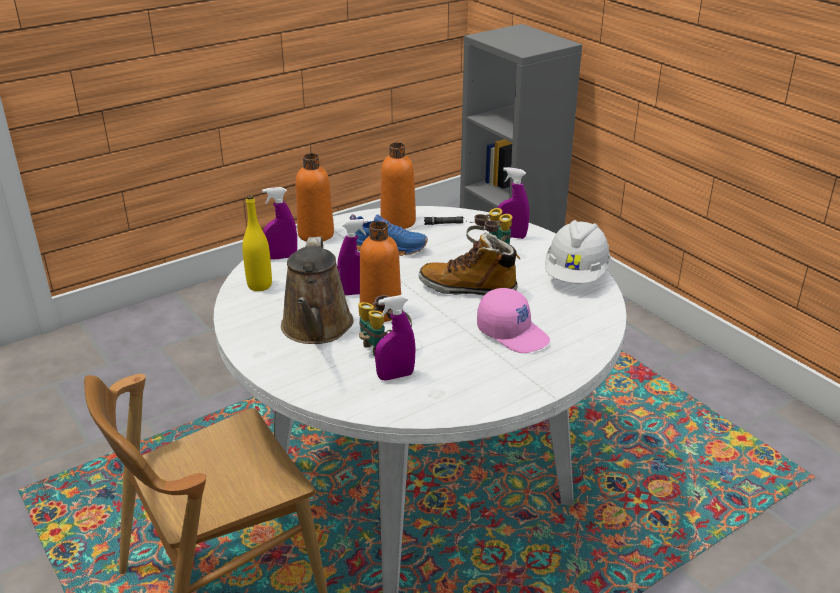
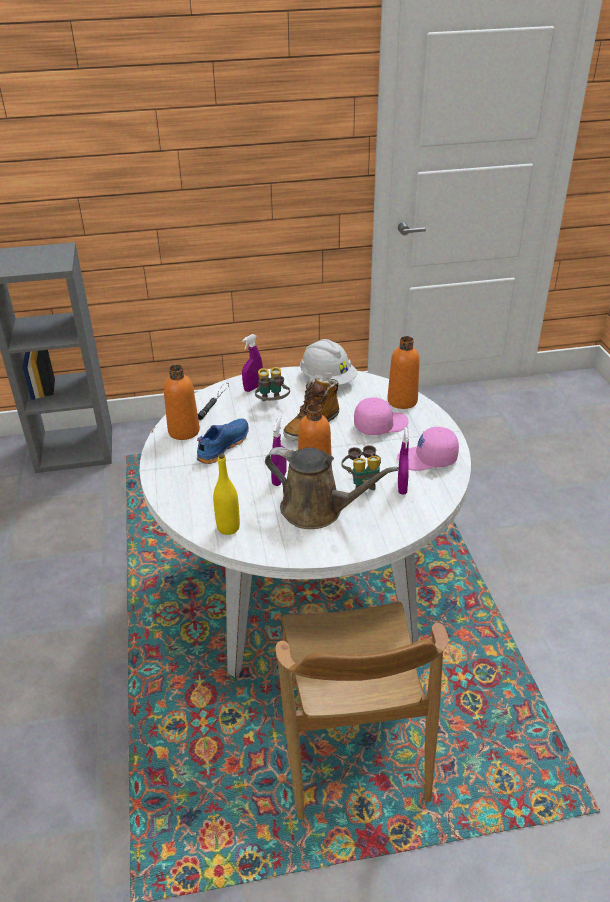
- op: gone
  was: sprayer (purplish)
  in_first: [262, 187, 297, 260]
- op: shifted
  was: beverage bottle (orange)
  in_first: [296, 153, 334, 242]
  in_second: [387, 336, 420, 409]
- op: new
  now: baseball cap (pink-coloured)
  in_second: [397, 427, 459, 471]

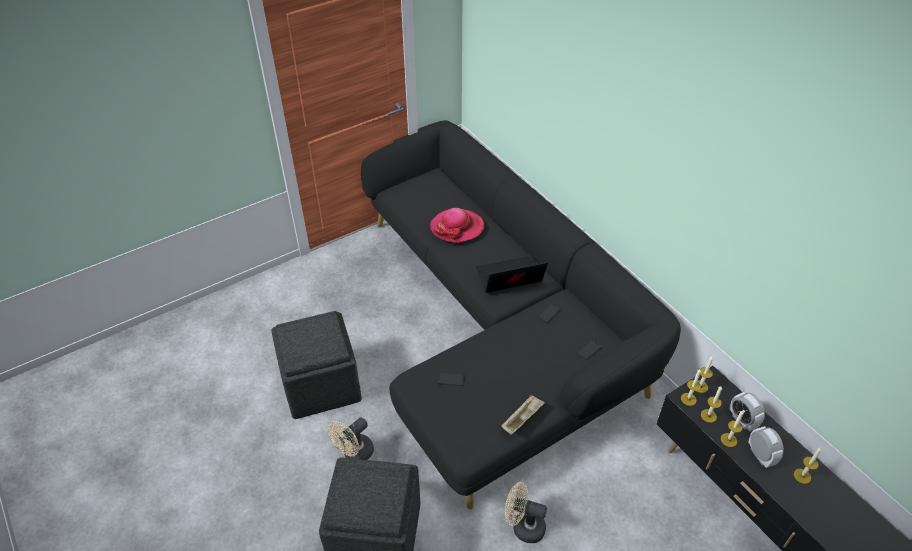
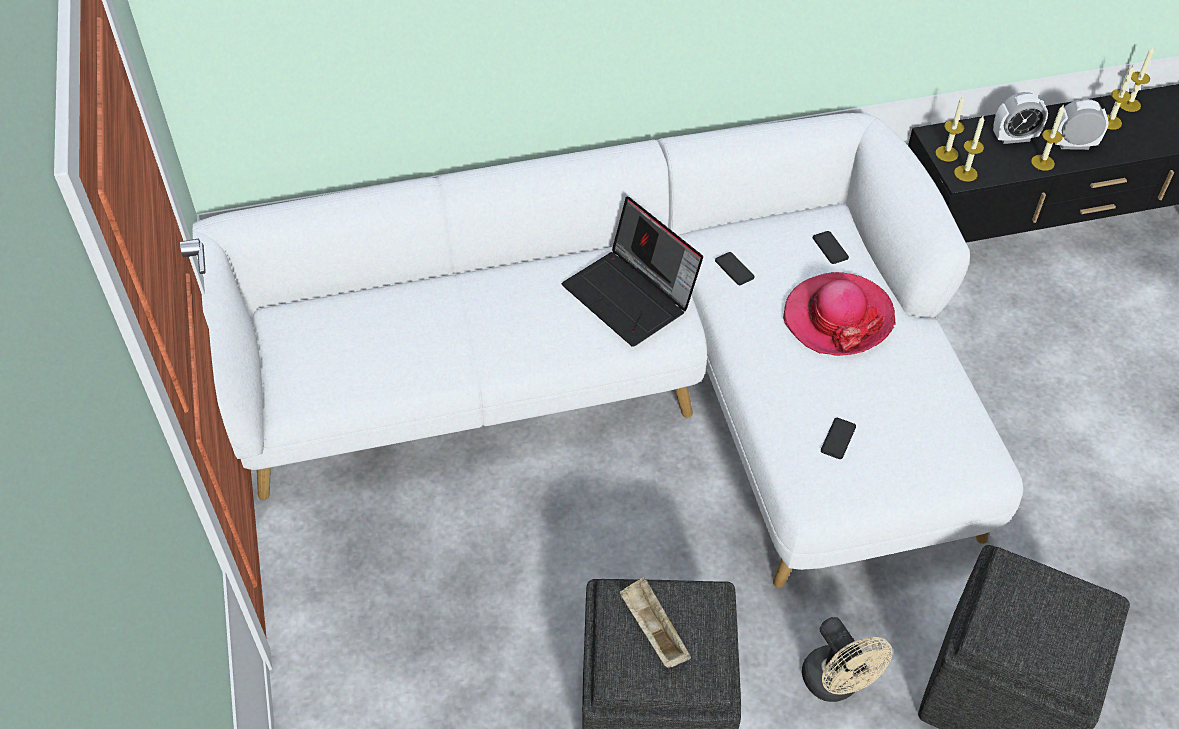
- op: repainted
  was: couch (black-coloured)
  now: couch (white-coloured)
  in_first: [361, 120, 681, 509]
  in_second: [193, 113, 1023, 588]
- op: shifted
  was: wearable hat
  in_first: [430, 208, 484, 243]
  in_second: [783, 272, 896, 356]
- op: rotated
  was: portable computer
  in_first: [475, 256, 548, 293]
  in_second: [562, 196, 703, 347]
  clockwise: -45
- op: shifted
  was: carrying tray (sand-coloured)
  in_first: [501, 395, 545, 435]
  in_second: [620, 577, 691, 668]
- op: gone
  was: fan (sand-coloured)
  in_first: [505, 482, 547, 543]
- op: shifted
  was: candle
  in_first: [701, 386, 722, 423]
  in_second: [1120, 47, 1154, 112]

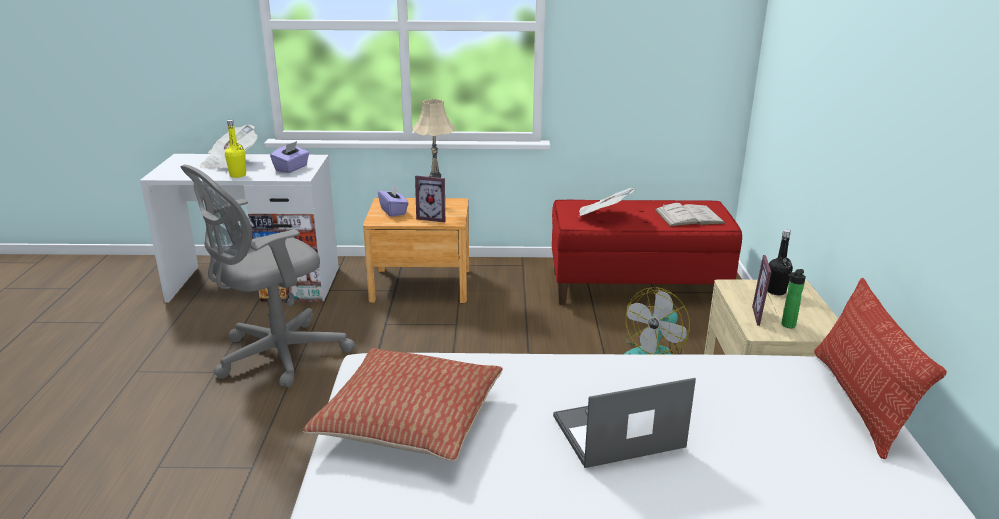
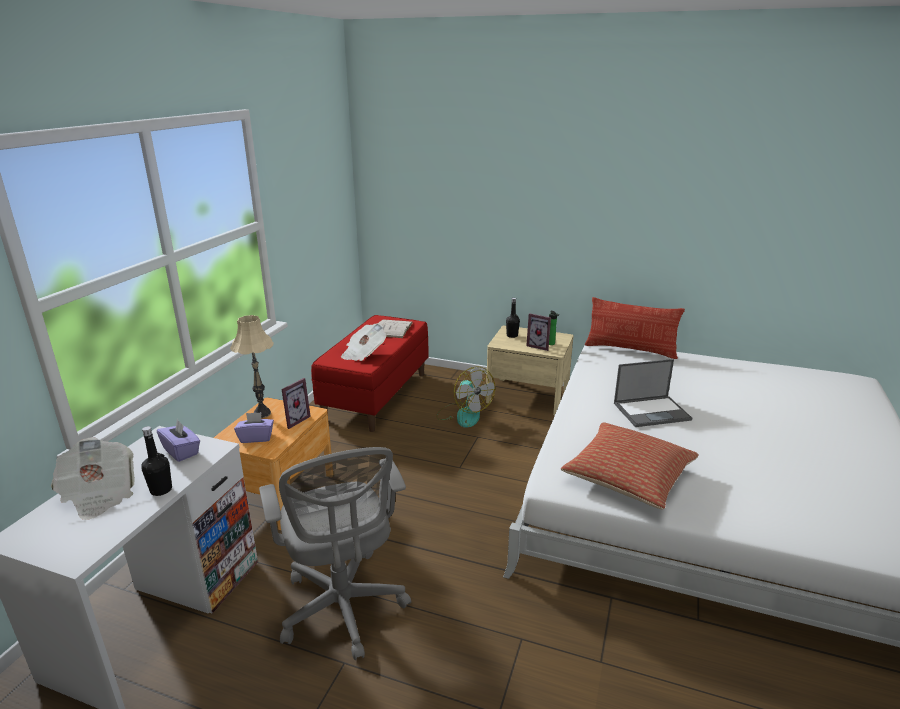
- op: repainted
  was: beverage bottle (yellow-coloured)
  now: beverage bottle (black-coloured)
  in_first: [225, 120, 246, 178]
  in_second: [142, 426, 172, 496]
- op: rotated
  was: portable computer
  in_first: [553, 378, 696, 468]
  in_second: [614, 359, 692, 427]
  clockwise: -105

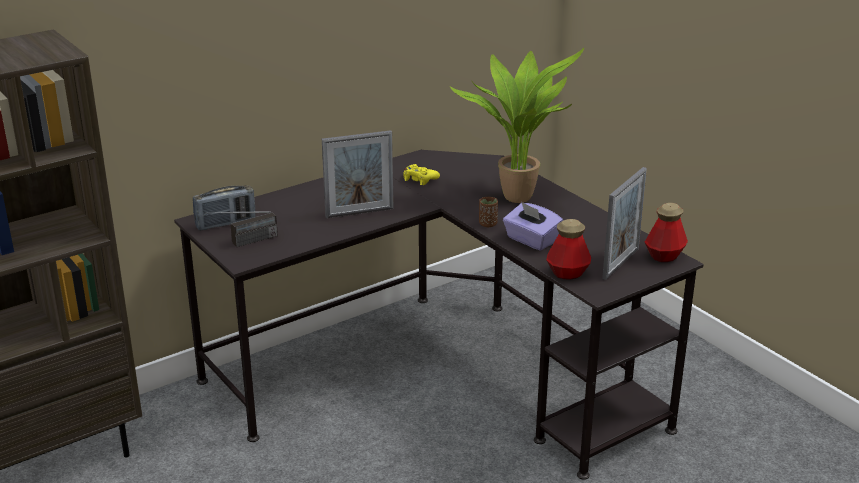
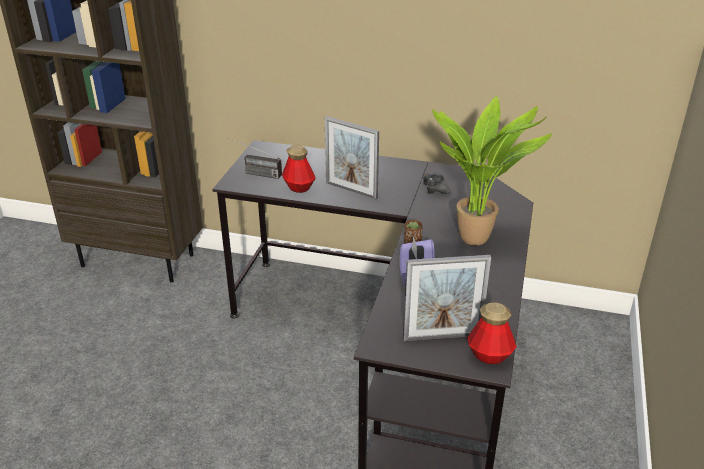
- op: gone
  was: radio receiver
  in_first: [193, 185, 255, 231]
- op: repainted
  was: joypad (yellow-coloured)
  now: joypad (black-coloured)
  in_first: [403, 164, 440, 185]
  in_second: [422, 173, 450, 194]
- op: shifted
  was: beverage bottle
  in_first: [546, 219, 591, 280]
  in_second: [282, 144, 315, 193]

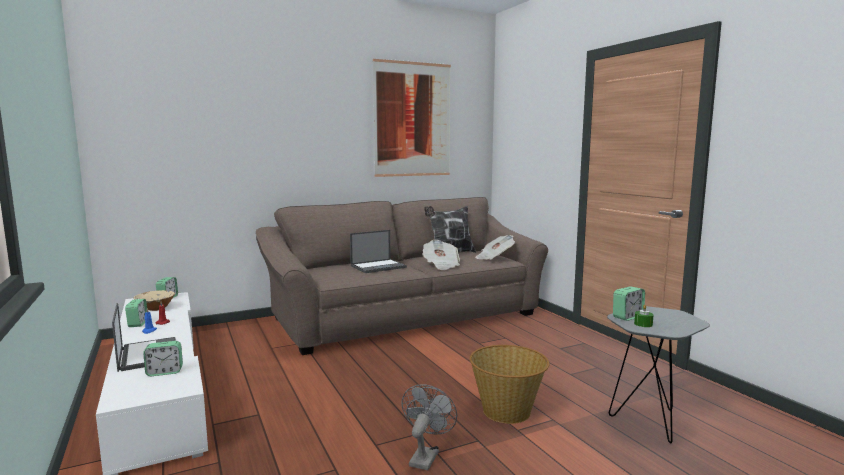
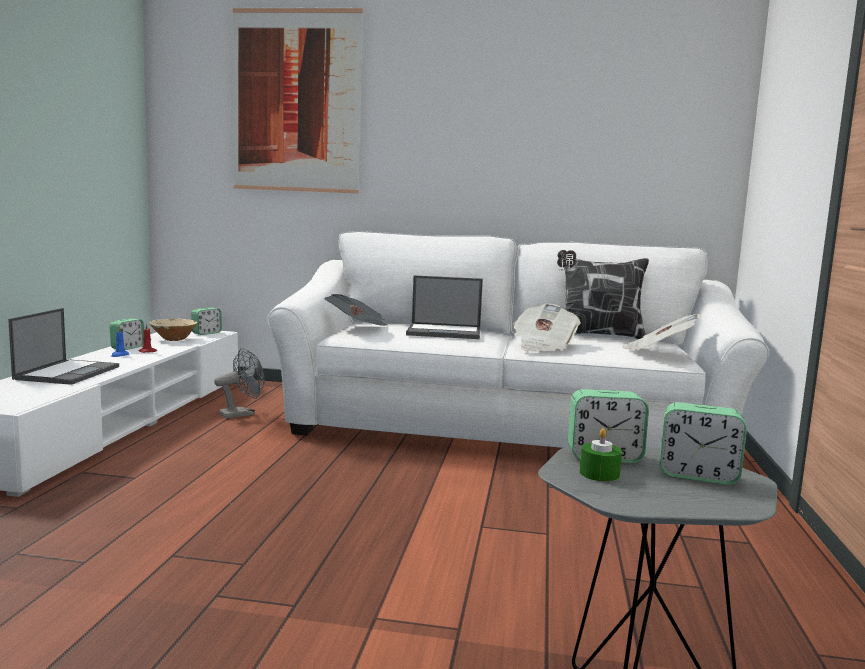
- op: shifted
  was: bedside clock
  in_first: [143, 341, 183, 376]
  in_second: [660, 402, 747, 485]
- op: repainted
  was: couch (brown)
  now: couch (white-coloured)
  in_first: [256, 197, 548, 355]
  in_second: [267, 231, 769, 448]
- op: shifted
  was: wall picture
  in_first: [373, 59, 451, 177]
  in_second: [233, 7, 363, 193]
- op: shifted
  was: fan (gray)
  in_first: [402, 384, 457, 470]
  in_second: [214, 348, 265, 418]
- op: gone
  was: storage basket
  in_first: [470, 345, 550, 424]
- op: new
  now: newspaper
  in_second: [324, 294, 387, 326]

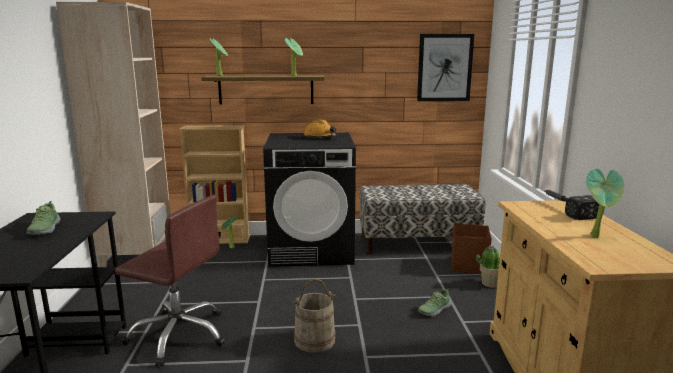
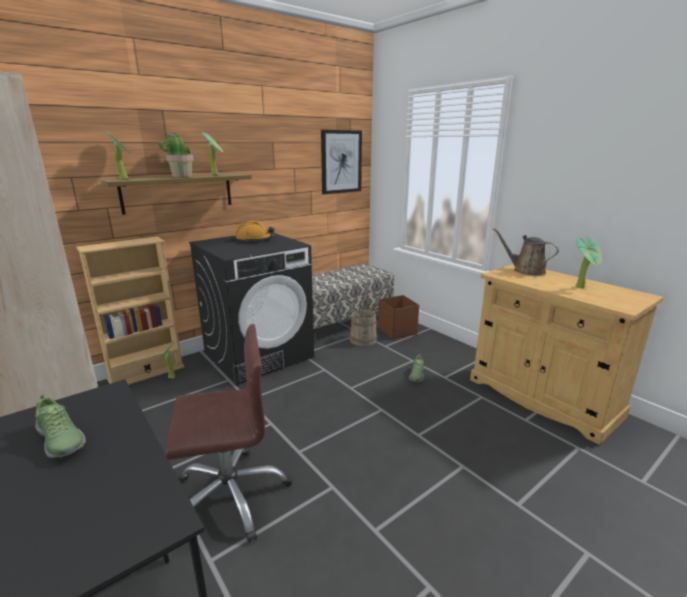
- op: shifted
  was: bucket (sand-coloured)
  in_first: [293, 279, 336, 353]
  in_second: [350, 299, 377, 346]
- op: shifted
  was: houseplant
  in_first: [476, 245, 500, 288]
  in_second: [158, 132, 194, 177]
- op: swapped
  was: hand hammer
  now: watering can (brown)
  in_first: [544, 190, 604, 220]
  in_second: [493, 228, 559, 275]

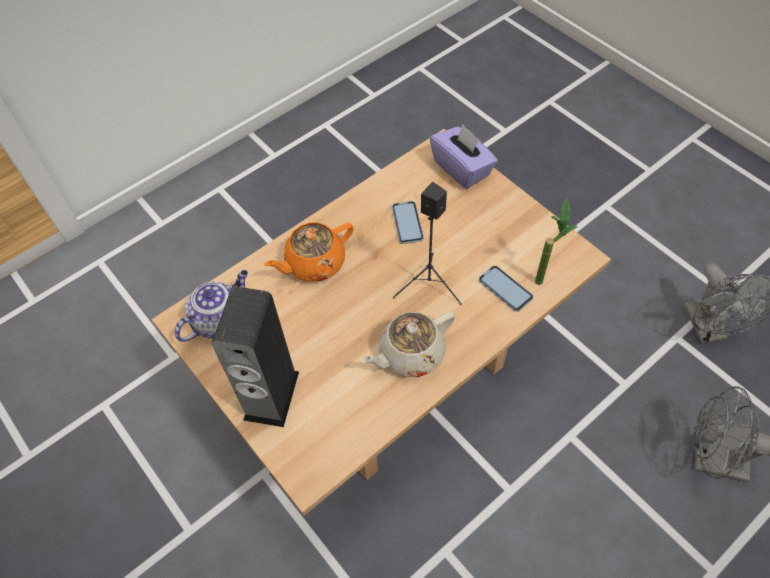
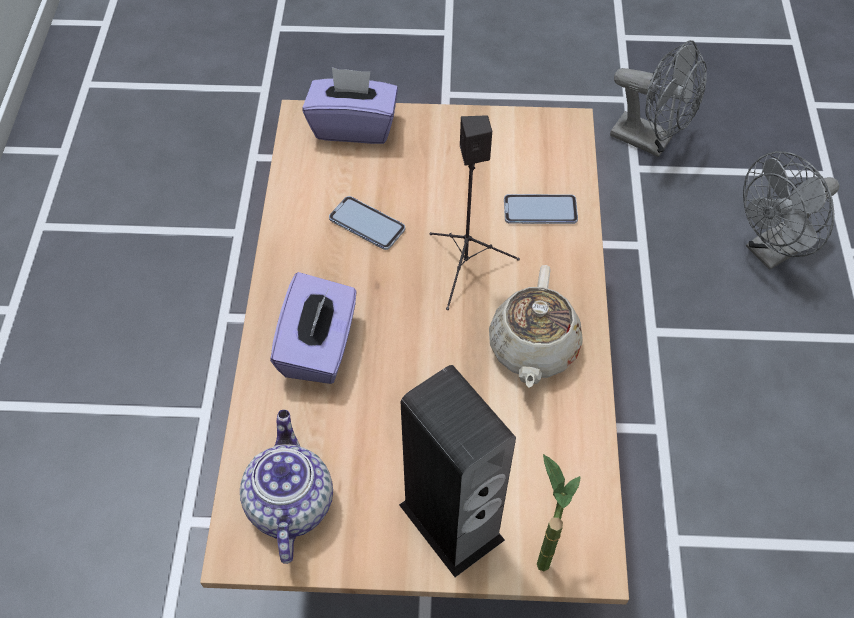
- op: swapped
  was: teapot (orange)
  now: tissue box (purplish)
  in_first: [264, 222, 354, 282]
  in_second: [270, 272, 357, 384]
- op: shifted
  was: houseplant
  in_first: [535, 198, 578, 285]
  in_second: [537, 454, 581, 572]

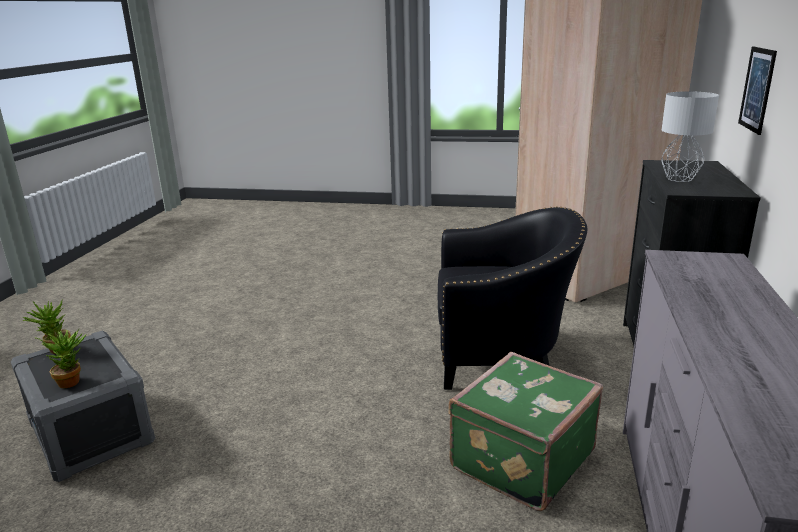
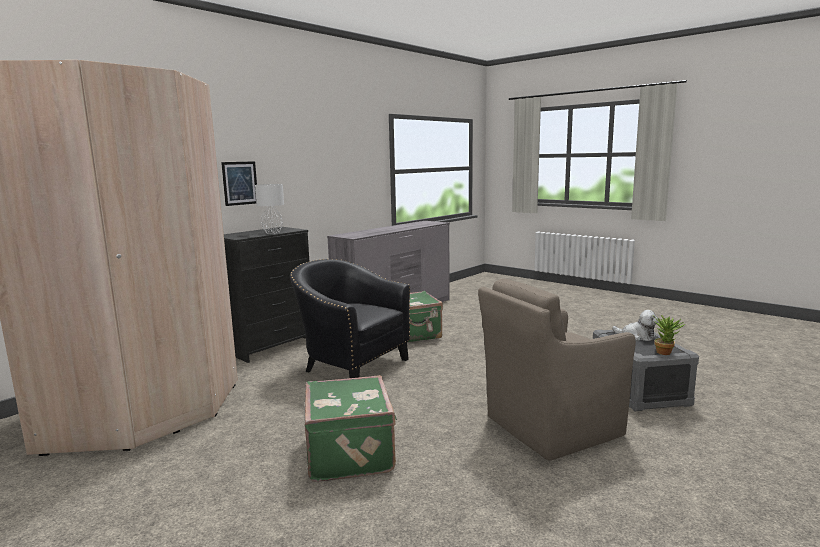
- op: swapped
  was: houseplant
  now: soft toy
  in_first: [35, 328, 86, 388]
  in_second: [612, 310, 659, 341]
- op: new
  now: suitcase (greenish)
  in_second: [305, 375, 397, 481]
- op: new
  now: lounge chair (brown)
  in_second: [478, 279, 636, 461]

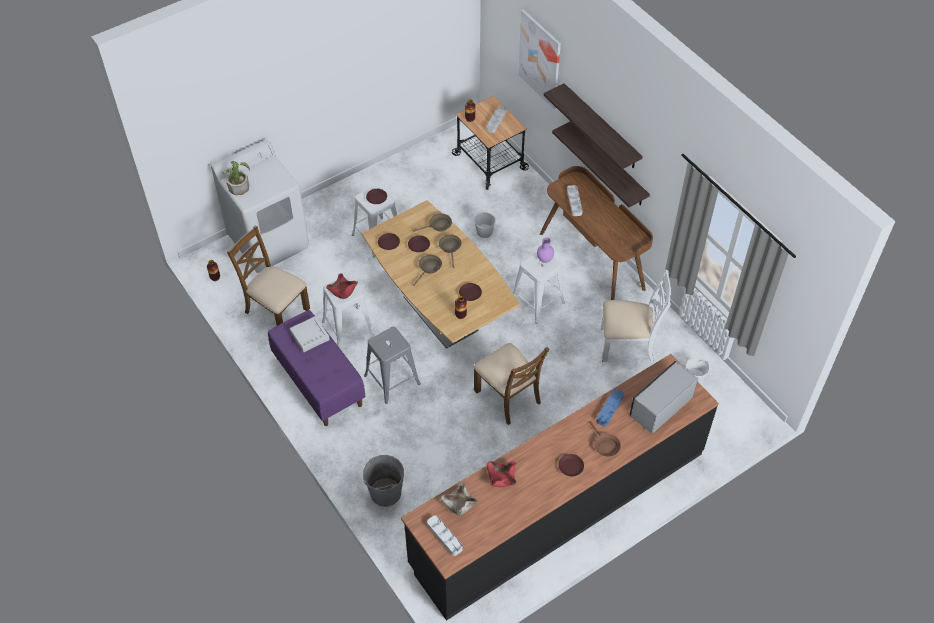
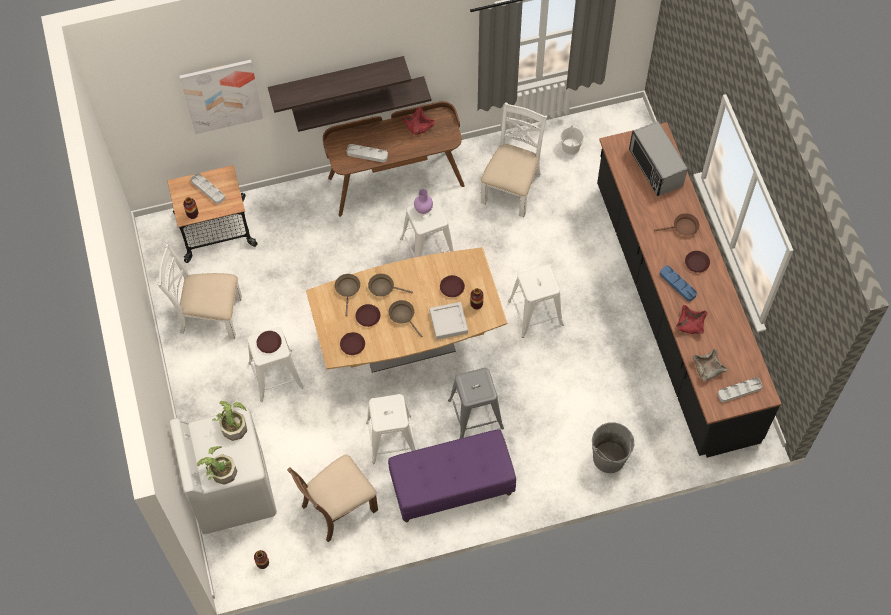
- op: shifted
  was: carrying tray (gray)
  in_first: [290, 316, 330, 352]
  in_second: [429, 302, 468, 340]
- op: shifted
  was: deep dish (red)
  in_first: [326, 273, 358, 299]
  in_second: [402, 107, 435, 135]
- op: gone
  was: bucket (white-coloured)
  in_first: [474, 212, 496, 238]
- op: swapped
  was: chair (brown)
  now: sitting stool (white-coloured)
  in_first: [474, 343, 549, 425]
  in_second: [508, 265, 564, 338]
- op: shifted
  was: carrying tray (blue)
  in_first: [597, 389, 624, 426]
  in_second: [660, 266, 697, 302]
- op: new
  now: chair (white-coloured)
  in_second: [158, 244, 242, 339]
- op: new
  now: houseplant
  in_second: [212, 401, 247, 441]

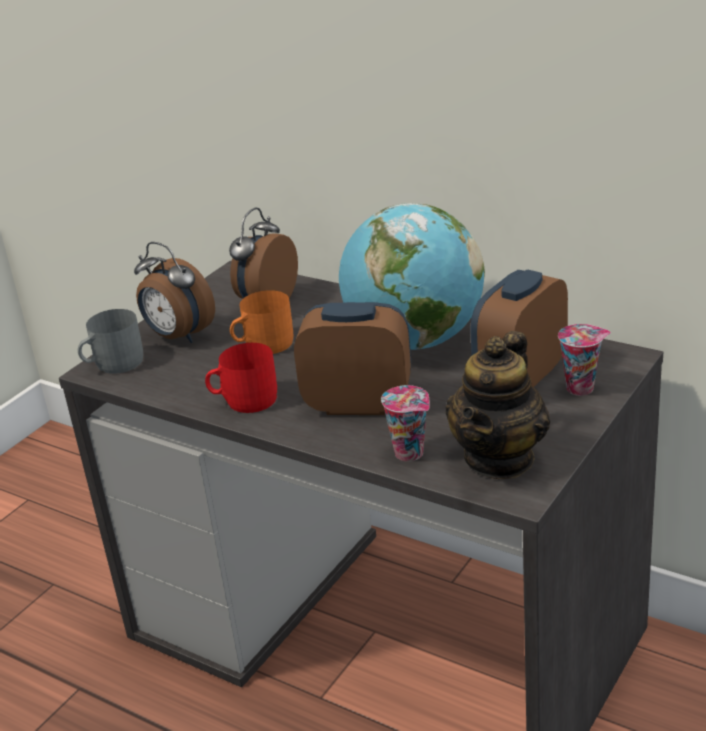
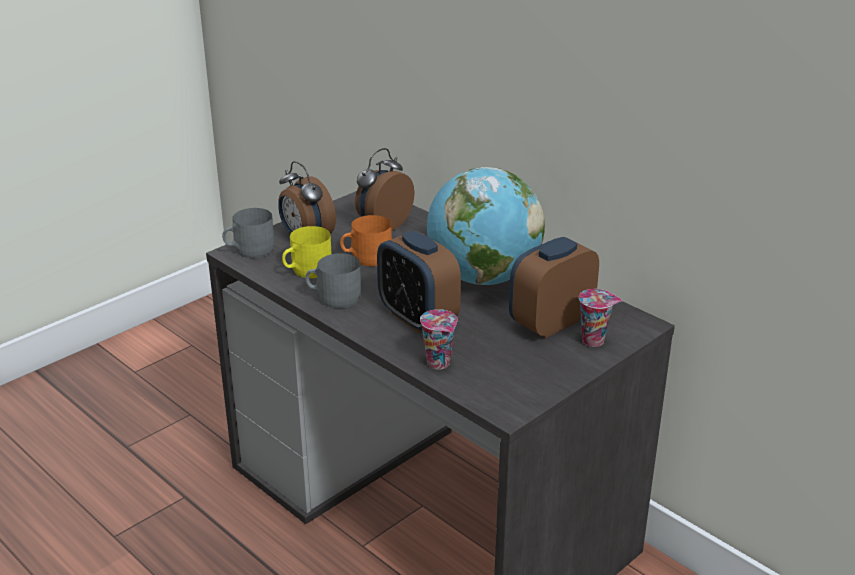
- op: repainted
  was: tea mug (red)
  now: tea mug (gray)
  in_first: [205, 343, 277, 413]
  in_second: [305, 253, 361, 308]
- op: rotated
  was: bedside clock
  in_first: [294, 302, 411, 415]
  in_second: [377, 231, 461, 334]
  clockwise: -150
- op: gone
  was: teapot
  in_first: [445, 331, 550, 479]
- op: new
  now: tea mug (yellow-coloured)
  in_second: [282, 226, 332, 278]

